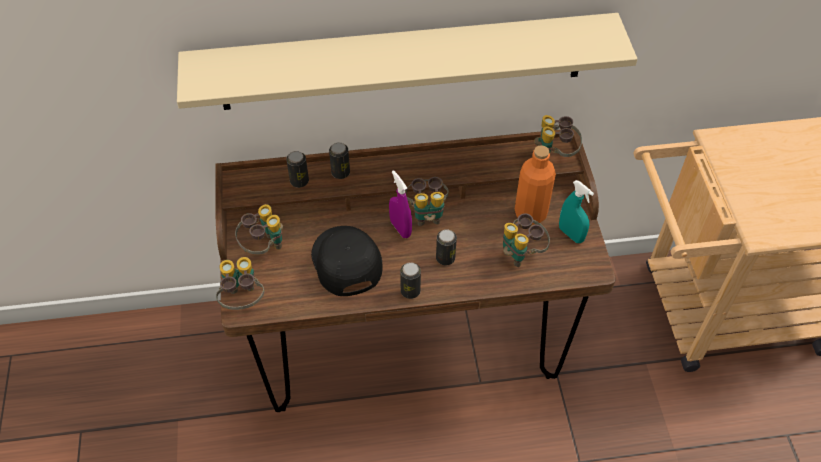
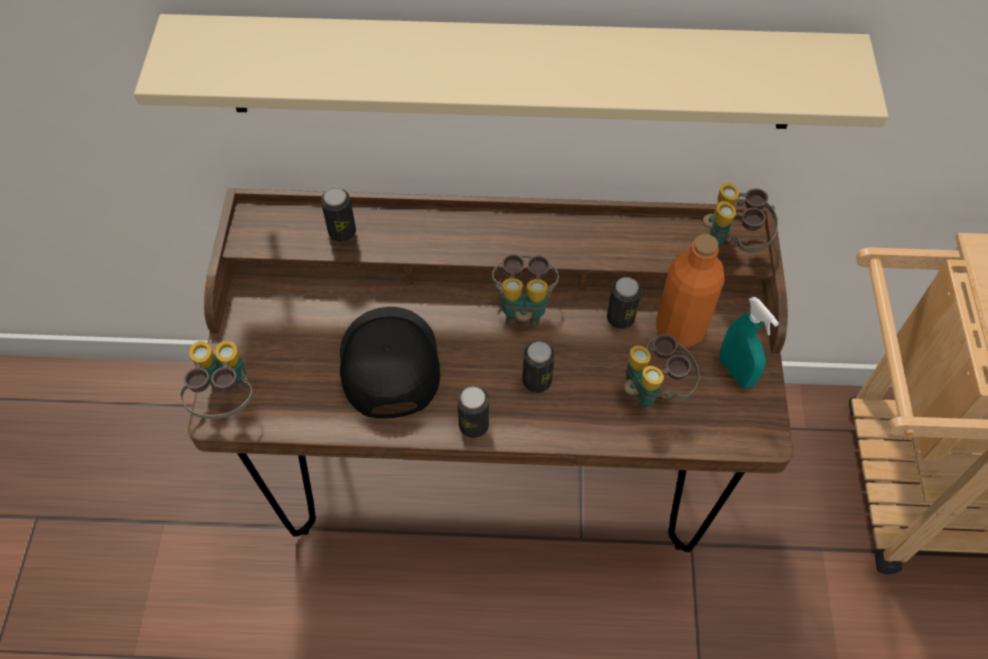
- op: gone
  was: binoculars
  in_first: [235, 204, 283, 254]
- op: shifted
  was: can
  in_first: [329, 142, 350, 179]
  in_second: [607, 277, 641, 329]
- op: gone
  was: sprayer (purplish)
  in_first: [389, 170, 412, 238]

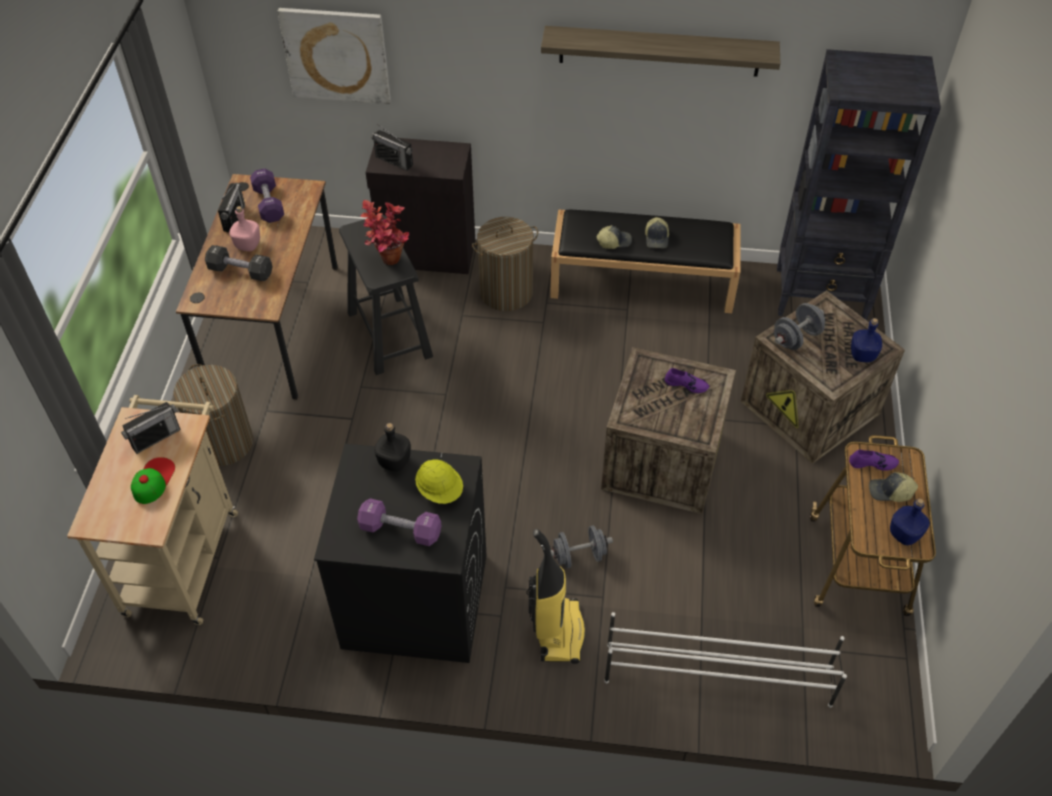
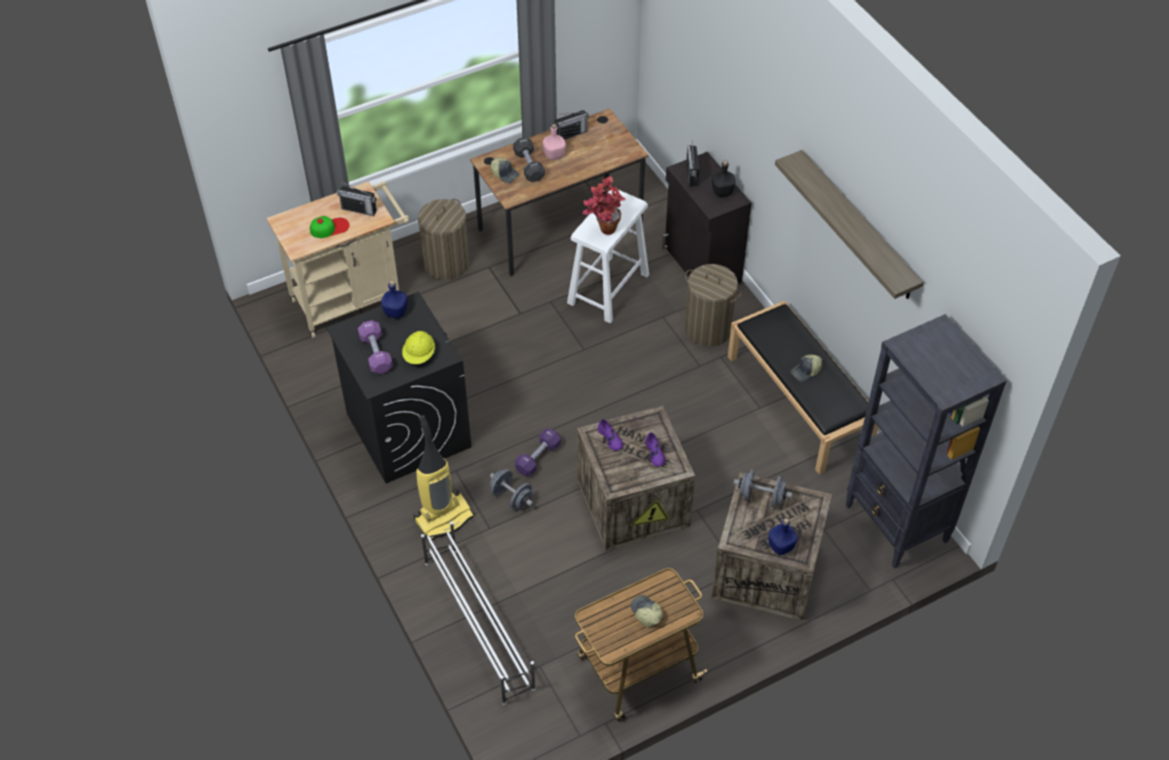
- op: shifted
  was: hand weight (purplish)
  in_first: [250, 168, 284, 223]
  in_second: [515, 428, 561, 476]
- op: gone
  was: wall picture
  in_first: [277, 8, 391, 104]
- op: repainted
  was: sitting stool (black-coloured)
  now: sitting stool (white-coloured)
  in_first: [339, 215, 433, 375]
  in_second: [567, 190, 649, 323]
- op: shifted
  was: beverage bottle (black-coloured)
  in_first: [374, 423, 411, 472]
  in_second: [712, 160, 735, 197]
- op: shifted
  was: baseball cap
  in_first: [596, 225, 632, 249]
  in_second: [491, 158, 519, 183]
- op: shifted
  was: item of footwear (purplish)
  in_first: [849, 450, 899, 471]
  in_second: [598, 419, 623, 451]
- op: shifted
  was: beverage bottle (blue)
  in_first: [890, 499, 930, 545]
  in_second: [381, 280, 407, 318]

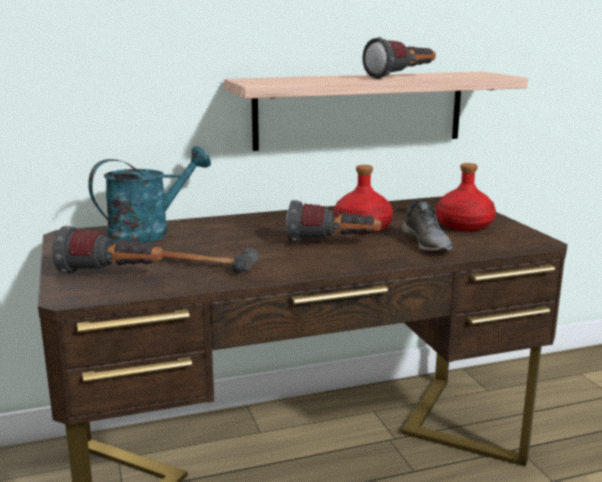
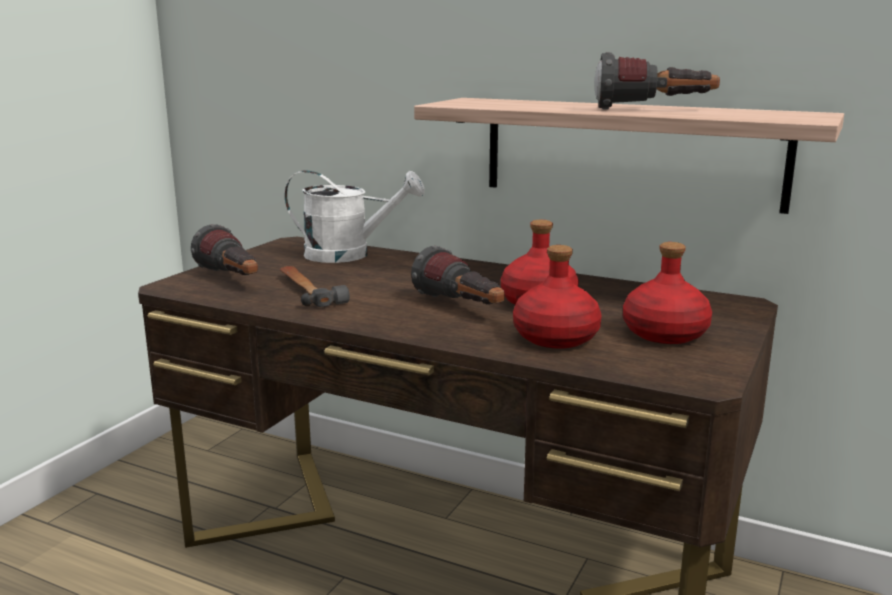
- op: repainted
  was: watering can (turquoise-coloured)
  now: watering can (white-coloured)
  in_first: [88, 146, 211, 243]
  in_second: [284, 170, 425, 263]
- op: swapped
  was: item of footwear (gray)
  now: beverage bottle (red)
  in_first: [402, 200, 452, 252]
  in_second: [513, 245, 601, 349]

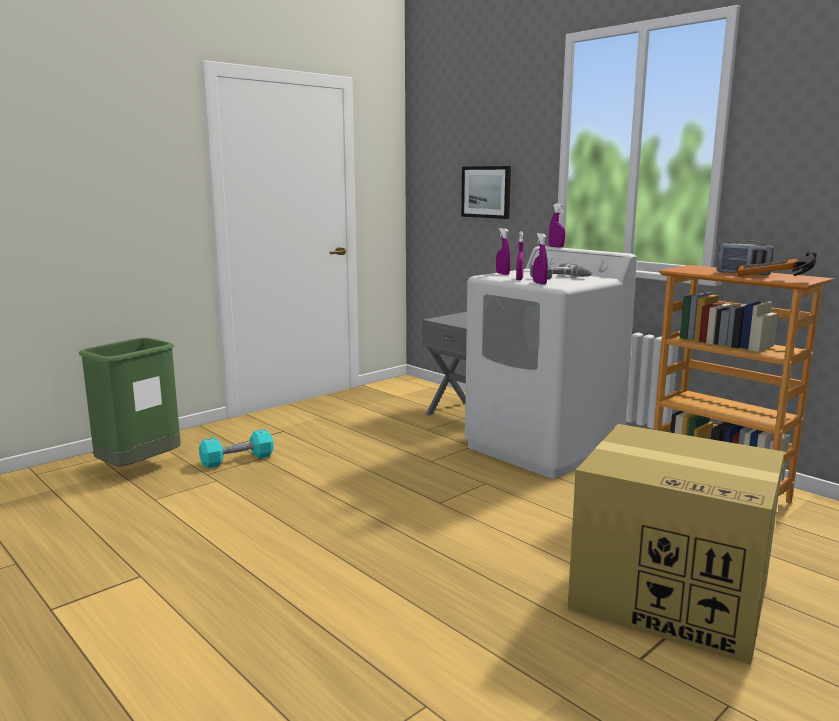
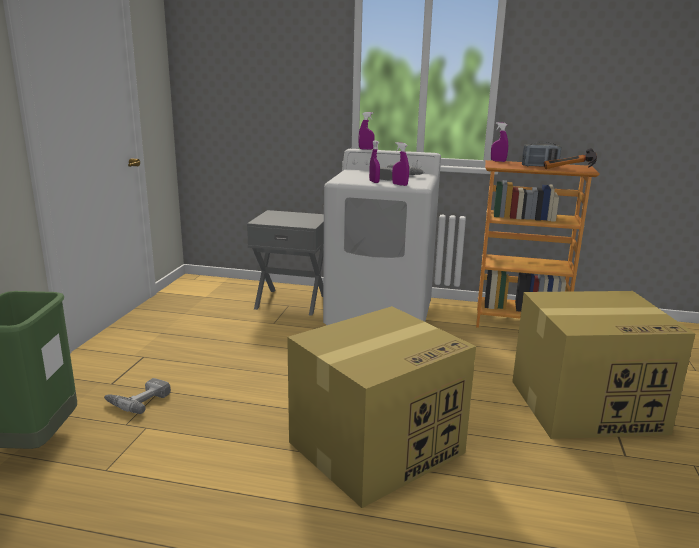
- op: swapped
  was: hand weight (turquoise-coloured)
  now: drill
  in_first: [199, 429, 274, 468]
  in_second: [104, 378, 171, 414]
- op: gone
  was: wall picture
  in_first: [461, 166, 511, 219]
- op: shifted
  was: sprayer (purplish)
  in_first: [496, 228, 510, 275]
  in_second: [491, 122, 508, 162]
- op: new
  now: packing box
  in_second: [287, 306, 476, 508]

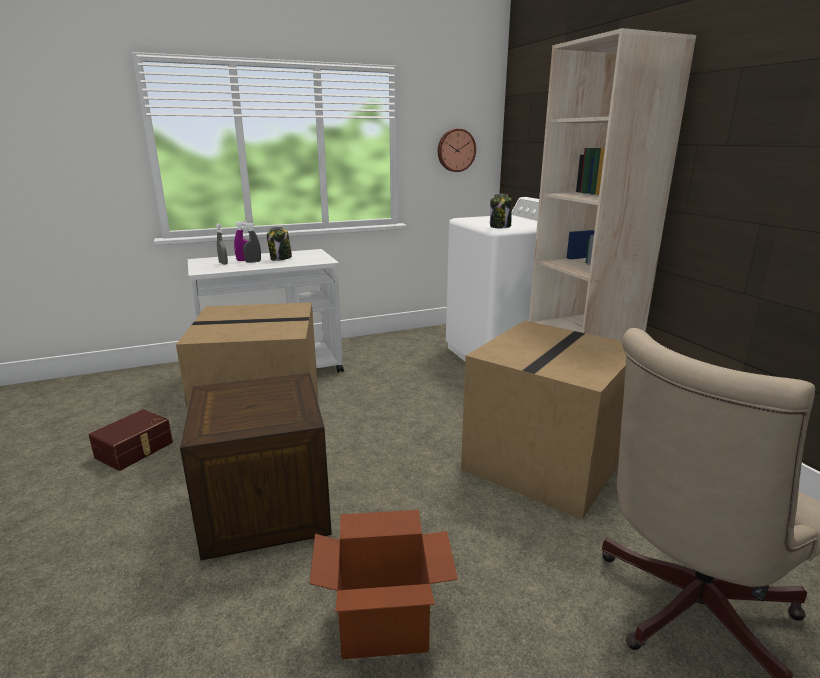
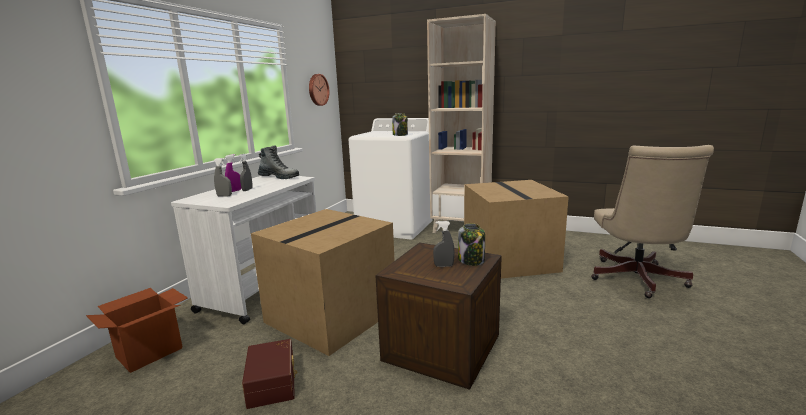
- op: shifted
  was: preserve jar
  in_first: [267, 227, 292, 261]
  in_second: [458, 223, 485, 266]
- op: shifted
  was: packing box
  in_first: [310, 510, 458, 659]
  in_second: [86, 288, 188, 373]
- op: new
  now: tall boot
  in_second: [258, 146, 299, 179]
- op: new
  now: sprayer (gray)
  in_second: [433, 221, 455, 267]

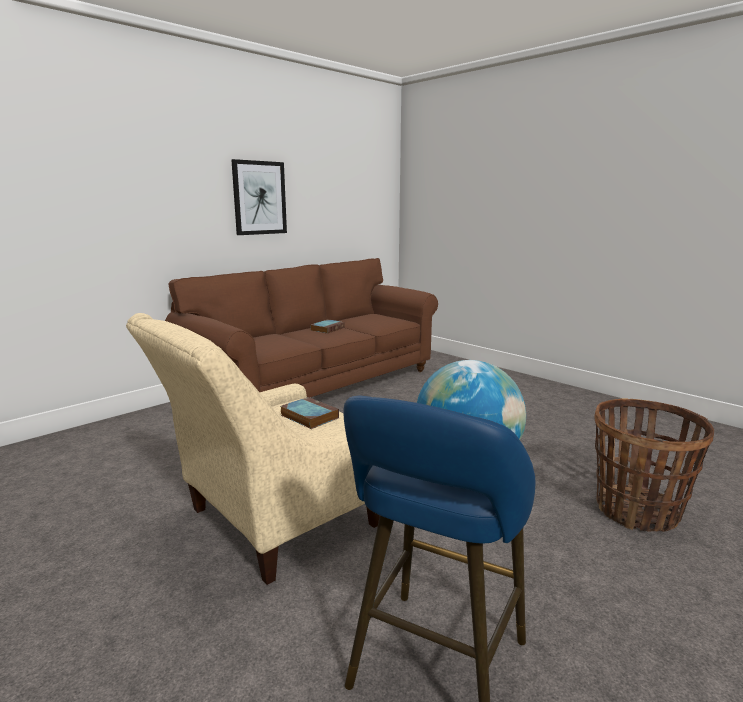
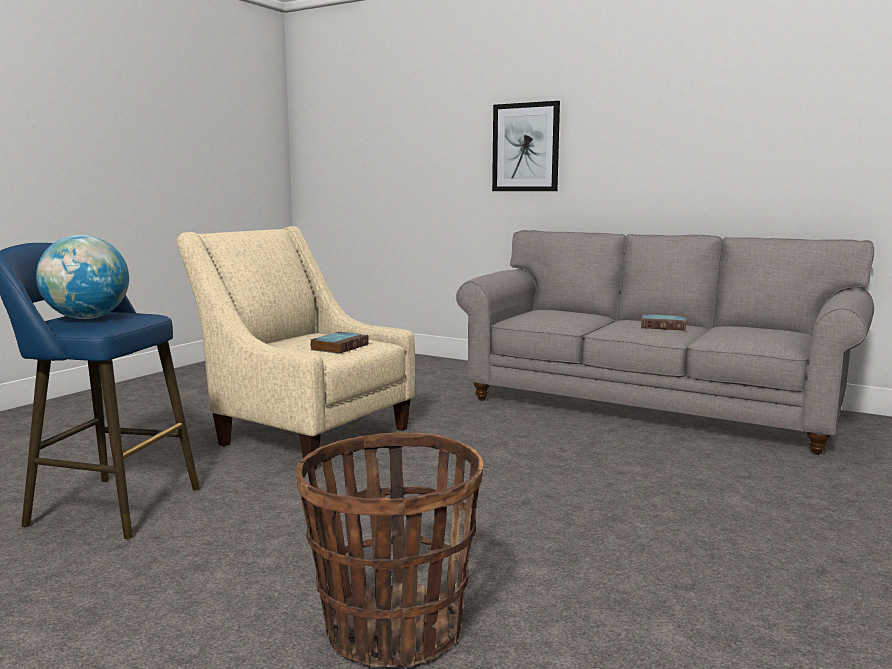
- op: repainted
  was: couch (brown)
  now: couch (gray)
  in_first: [165, 258, 438, 397]
  in_second: [456, 230, 874, 455]
- op: shifted
  was: wall picture
  in_first: [231, 159, 287, 235]
  in_second: [492, 101, 560, 191]

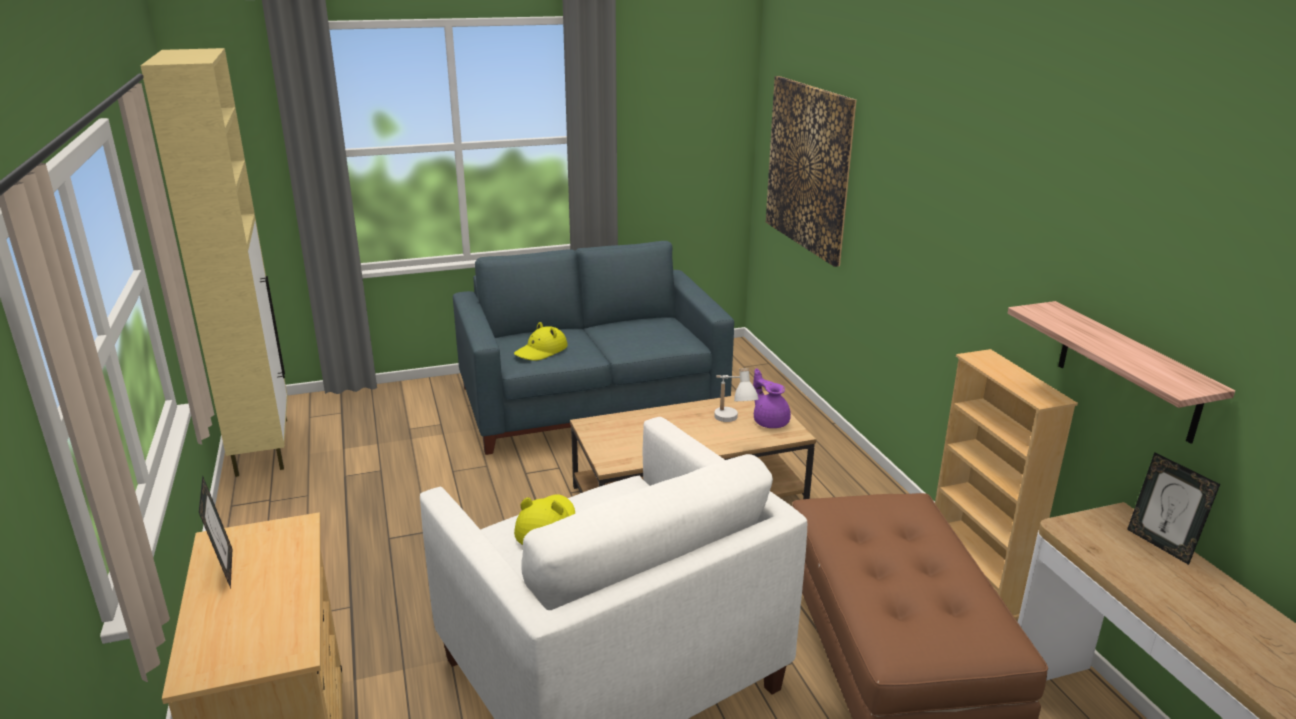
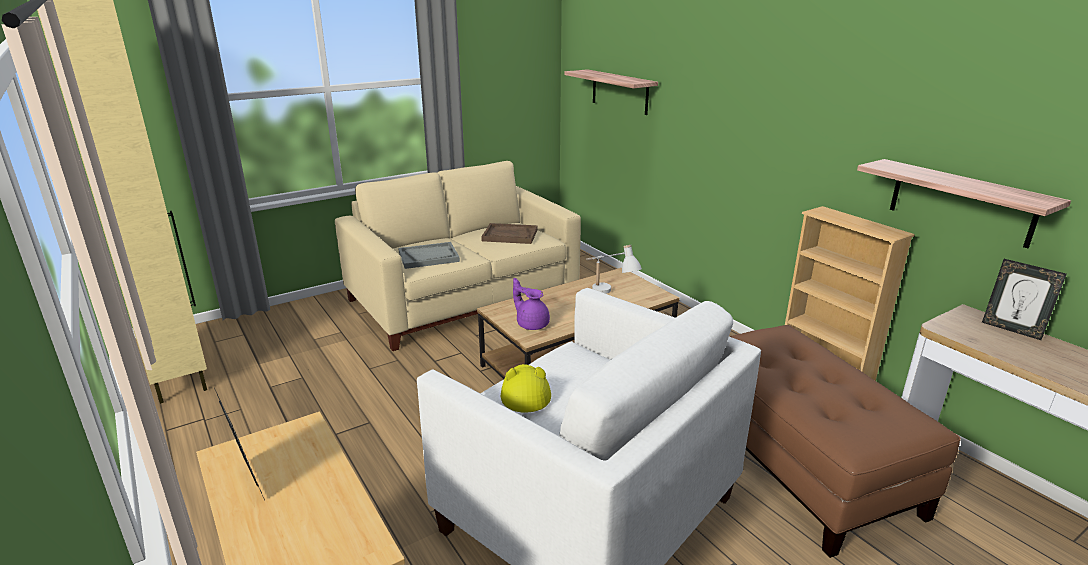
- op: repainted
  was: couch (blue)
  now: couch (sand-coloured)
  in_first: [453, 241, 734, 455]
  in_second: [335, 161, 581, 351]
- op: swapped
  was: wearable hat (yellow-coloured)
  now: carrying tray (gray)
  in_first: [514, 322, 568, 361]
  in_second: [398, 242, 460, 269]
- op: shifted
  was: teapot (purplish)
  in_first: [753, 369, 791, 428]
  in_second: [513, 278, 550, 330]
- op: swapped
  was: wall picture
  now: wall shelf
  in_first: [766, 76, 856, 267]
  in_second: [564, 69, 658, 115]
- op: new
  now: carrying tray (brown)
  in_second: [481, 223, 538, 244]

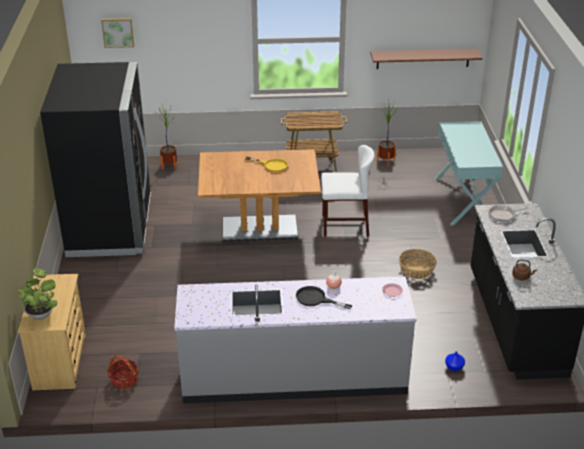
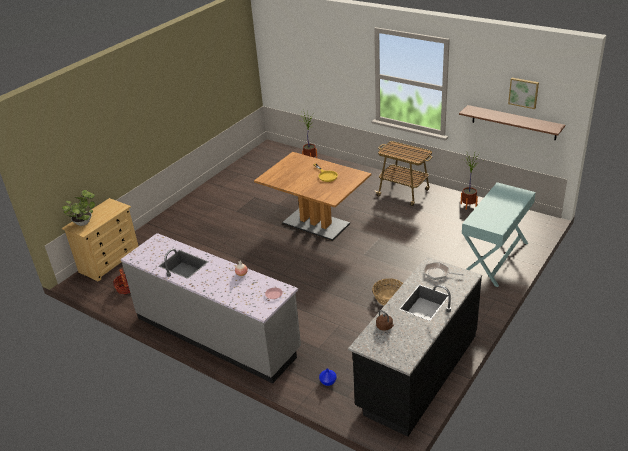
- op: gone
  was: kitchen fridge (black-coloured)
  in_first: [40, 62, 151, 257]
- op: shifted
  was: wall picture
  in_first: [101, 18, 134, 48]
  in_second: [508, 78, 539, 109]
- op: gone
  was: pan (black-coloured)
  in_first: [296, 286, 352, 309]
- op: gone
  was: chair (white-coloured)
  in_first: [321, 145, 375, 236]

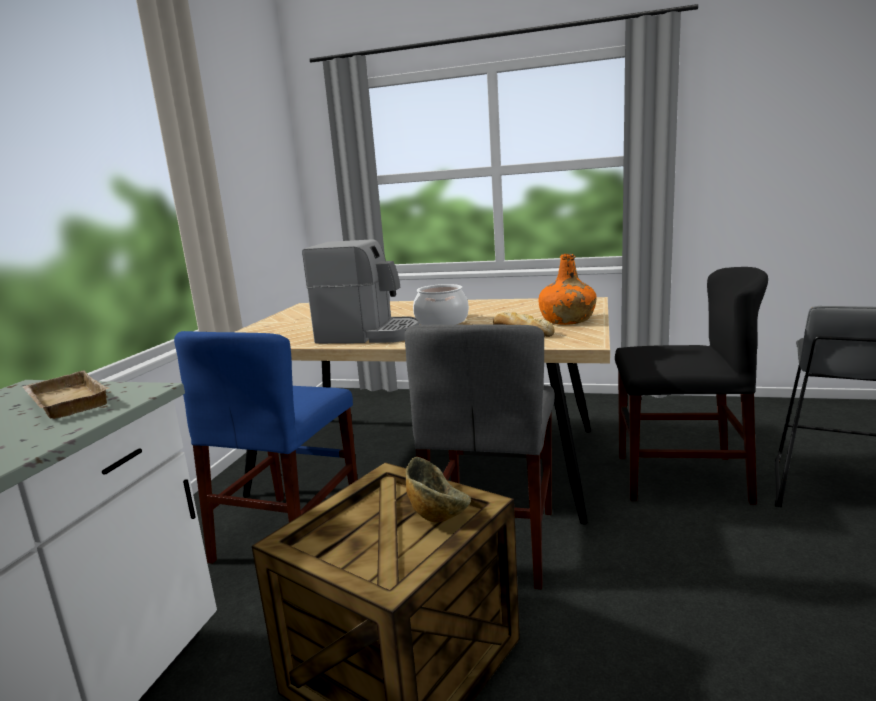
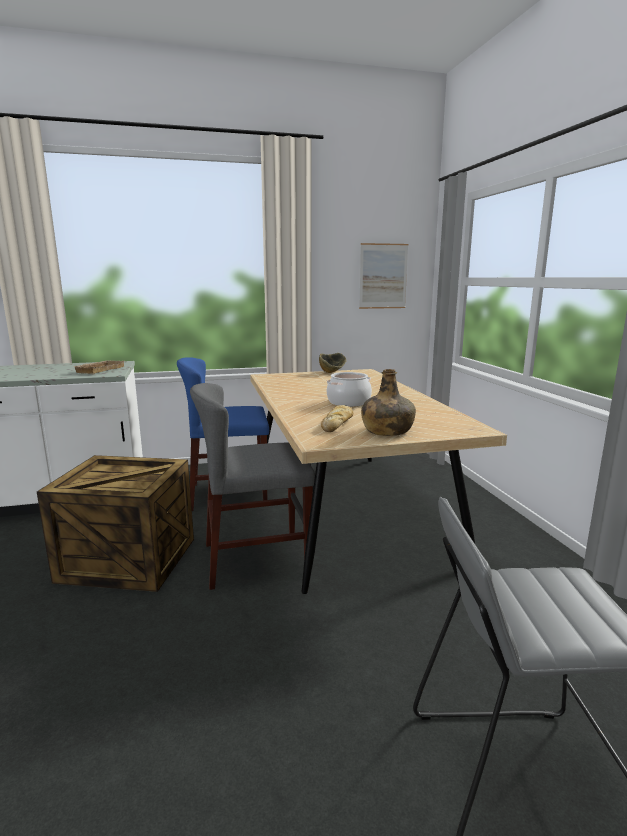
- op: gone
  was: coffee maker
  in_first: [302, 239, 420, 343]
- op: shifted
  was: deep dish
  in_first: [405, 457, 471, 522]
  in_second: [319, 353, 347, 373]
- op: repainted
  was: beverage bottle (orange)
  now: beverage bottle (greenish)
  in_first: [539, 254, 597, 325]
  in_second: [361, 369, 416, 436]
- op: gone
  was: chair (black-coloured)
  in_first: [615, 267, 768, 505]
- op: new
  now: wall picture
  in_second: [359, 243, 408, 309]

